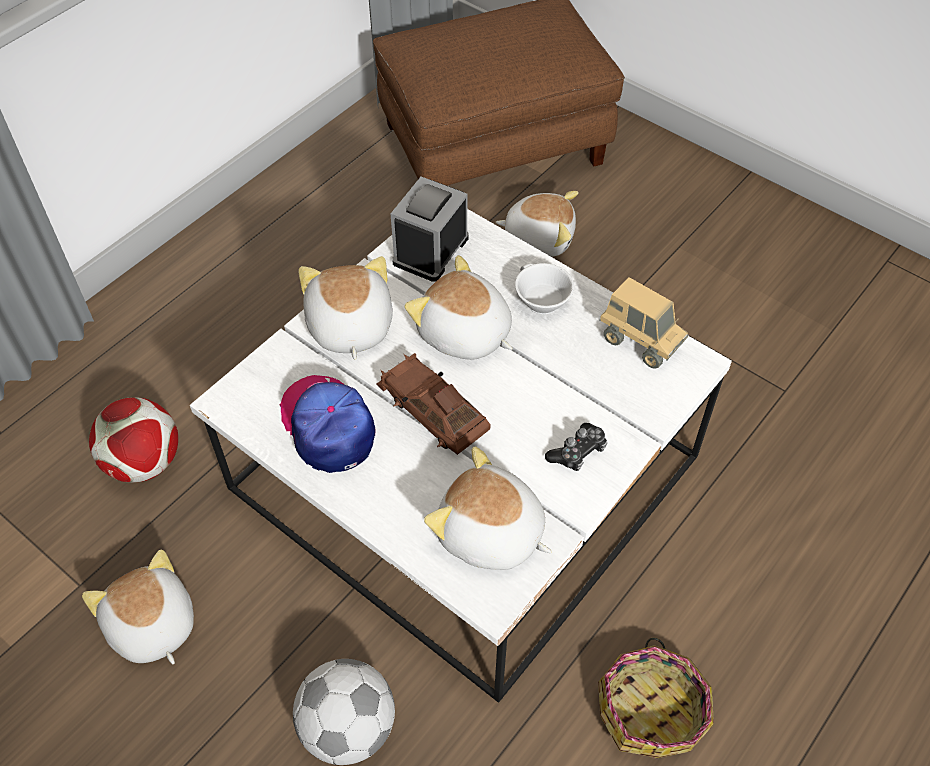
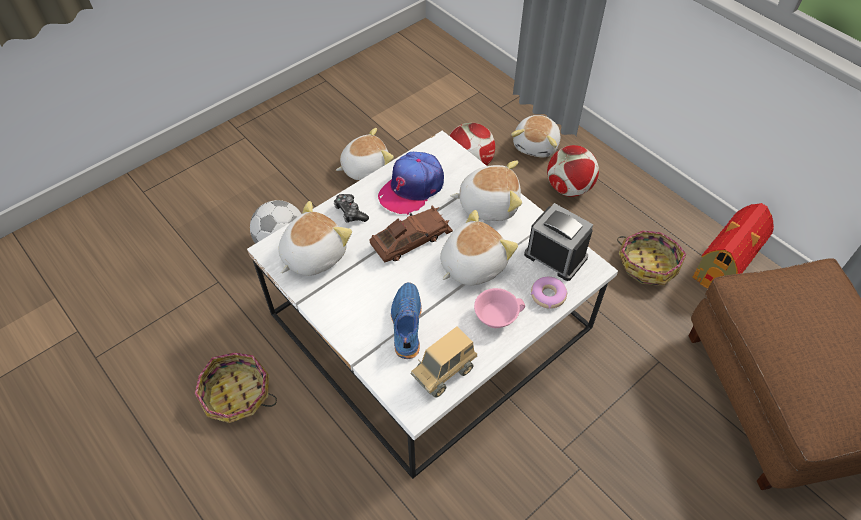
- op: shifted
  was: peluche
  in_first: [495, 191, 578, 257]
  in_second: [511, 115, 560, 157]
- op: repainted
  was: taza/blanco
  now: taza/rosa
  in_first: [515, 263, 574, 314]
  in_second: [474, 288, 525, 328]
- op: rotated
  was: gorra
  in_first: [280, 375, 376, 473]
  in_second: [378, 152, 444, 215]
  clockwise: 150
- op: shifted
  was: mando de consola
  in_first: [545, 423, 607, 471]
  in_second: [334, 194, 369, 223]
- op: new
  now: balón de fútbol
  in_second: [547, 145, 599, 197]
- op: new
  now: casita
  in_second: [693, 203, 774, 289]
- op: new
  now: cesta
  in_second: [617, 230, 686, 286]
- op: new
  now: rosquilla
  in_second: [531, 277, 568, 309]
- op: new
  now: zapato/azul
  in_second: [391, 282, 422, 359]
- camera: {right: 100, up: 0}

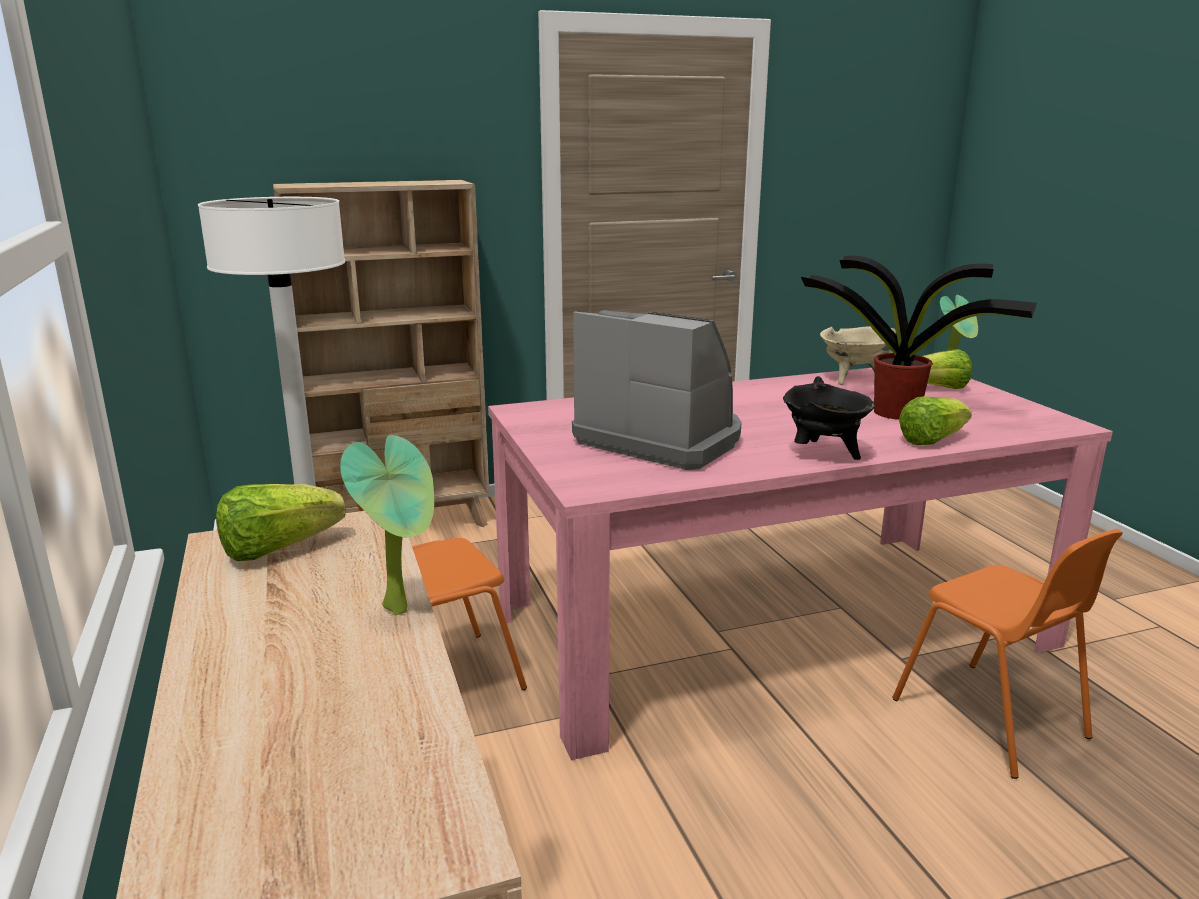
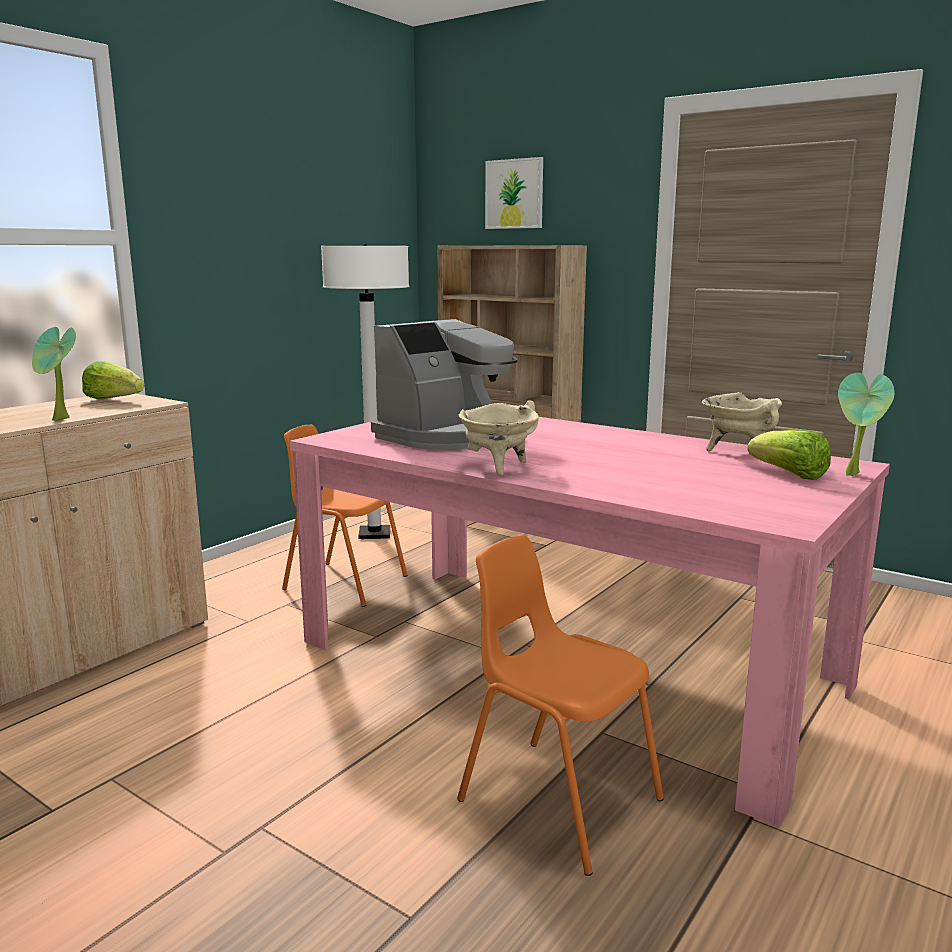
- op: gone
  was: planta en maceta
  in_first: [801, 255, 1037, 420]
- op: rotated
  was: cafetera
  in_first: [572, 310, 741, 470]
  in_second: [371, 319, 517, 450]
  clockwise: 45
- op: repainted
  was: olla/negro
  now: olla/beis
  in_first: [783, 376, 875, 460]
  in_second: [459, 400, 539, 476]
- op: gone
  was: lechuga
  in_first: [899, 396, 972, 445]
- op: rotated
  was: silla/naranja
  in_first: [892, 529, 1123, 779]
  in_second: [457, 535, 664, 876]
  clockwise: 105
- op: new
  now: cuadro
  in_second: [485, 157, 543, 229]
- camera: {right: 55, up: -5}

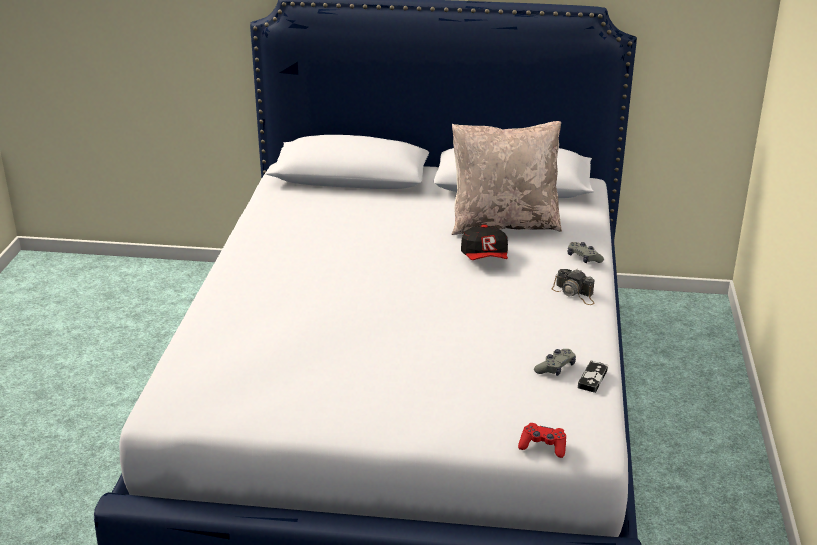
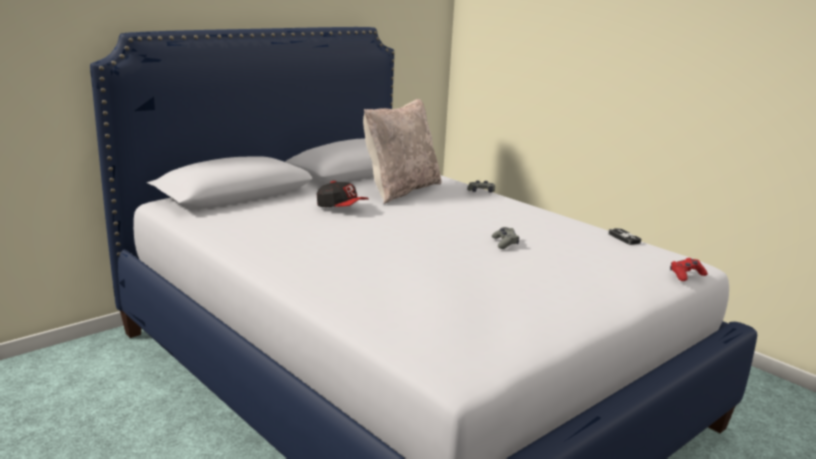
- op: shifted
  was: gorra
  in_first: [461, 225, 508, 260]
  in_second: [317, 181, 369, 207]
- op: gone
  was: cámara
  in_first: [552, 269, 594, 305]
- op: shifted
  was: mando de consola/gris
  in_first: [534, 349, 576, 376]
  in_second: [492, 227, 519, 249]
- camera: {right: -50, up: -10}

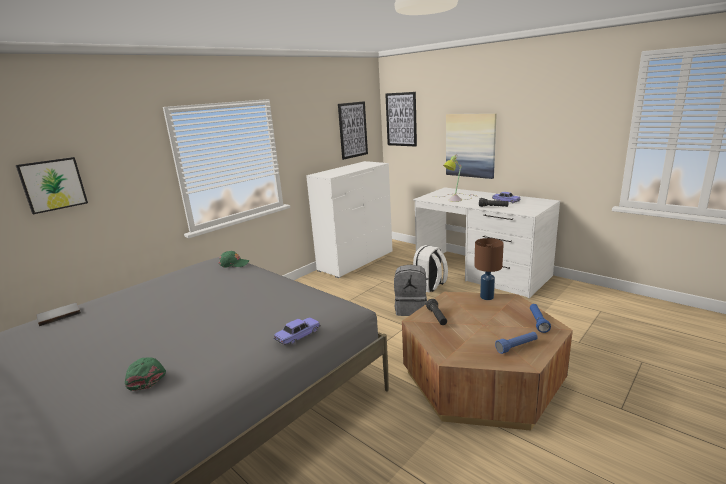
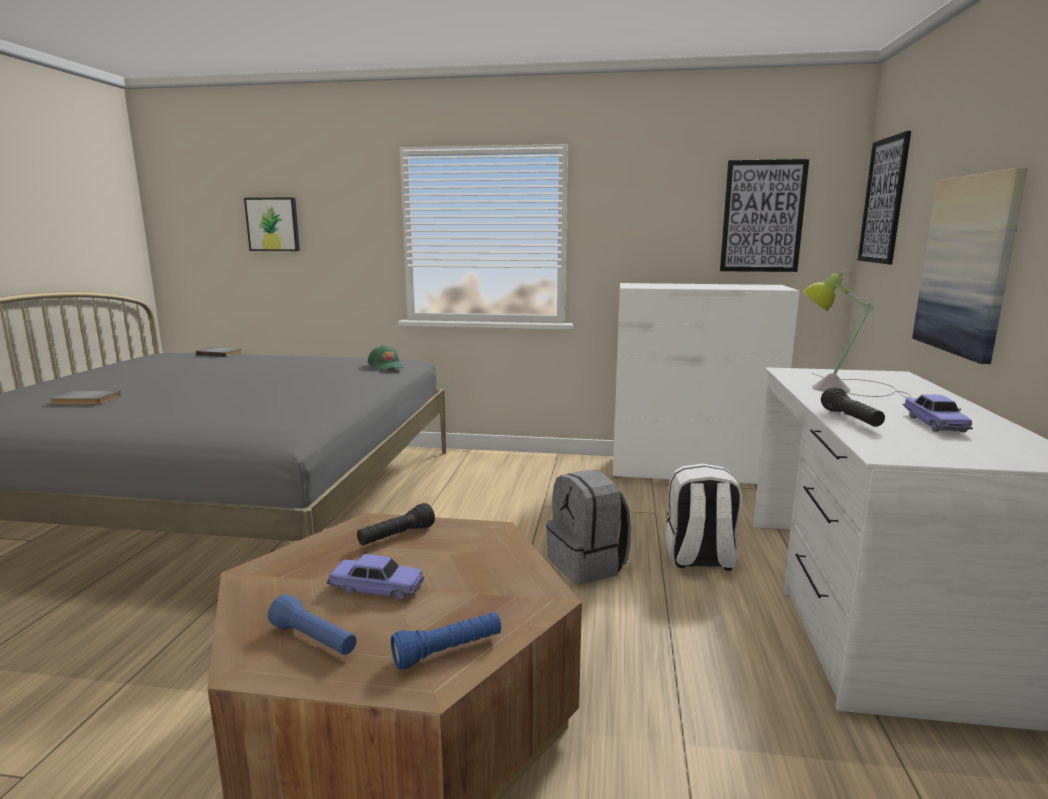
- op: gone
  was: lámpara de mesa/marrón
  in_first: [474, 238, 504, 300]
- op: shifted
  was: coche de juguete
  in_first: [273, 317, 321, 345]
  in_second: [326, 554, 424, 600]
- op: swapped
  was: gorra/verde
  now: libro/gris
  in_first: [125, 357, 166, 391]
  in_second: [50, 391, 121, 405]
- camera: {right: 55, up: -5}

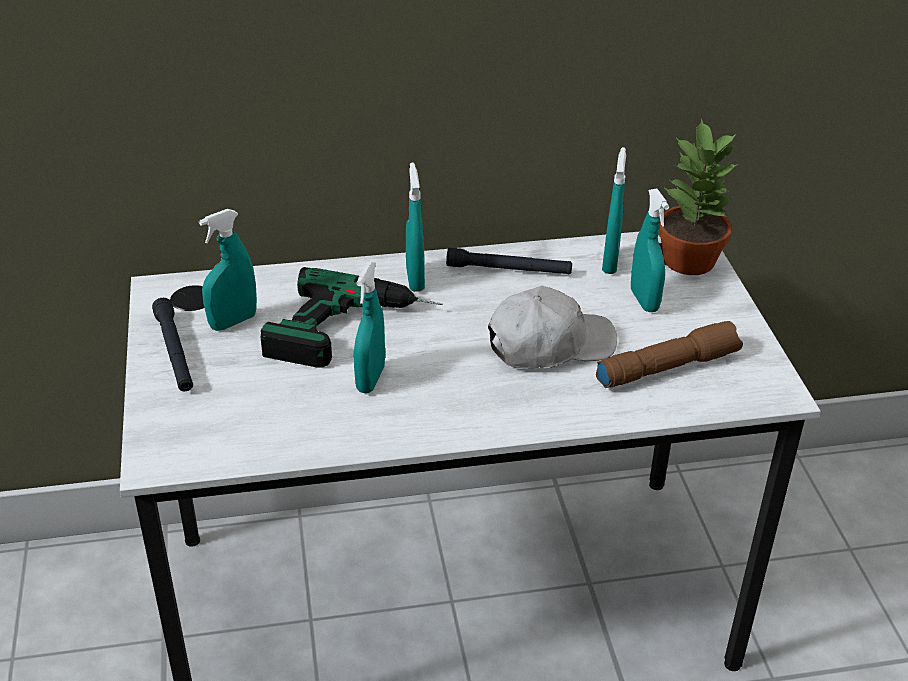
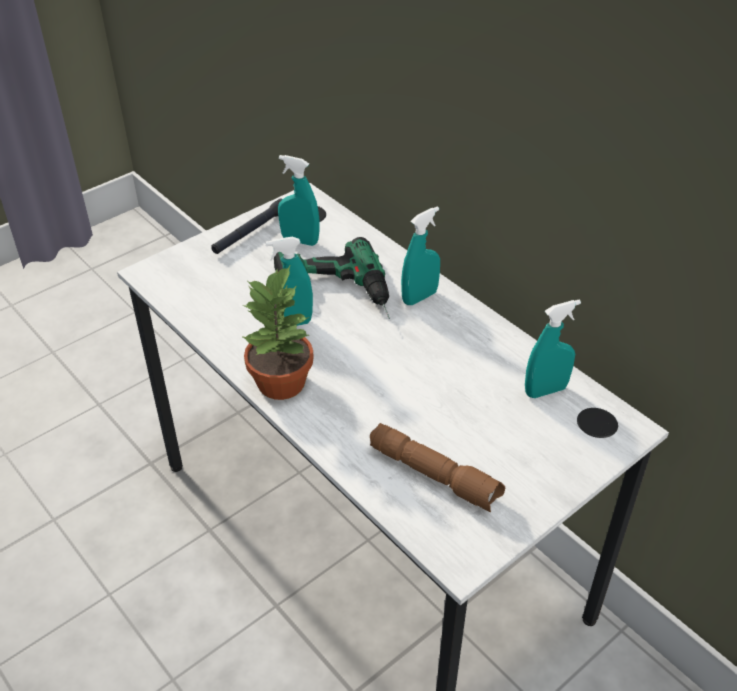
- op: shifted
  was: planta en maceta
  in_first: [658, 118, 738, 275]
  in_second: [241, 266, 314, 400]
- op: gone
  was: pulverizador/turquesa
  in_first: [631, 188, 669, 312]
- op: gone
  was: linterna/negro
  in_first: [446, 248, 572, 274]
- op: gone
  was: gorra/blanco
  in_first: [488, 286, 617, 368]
- camera: {right: 60, up: 5}

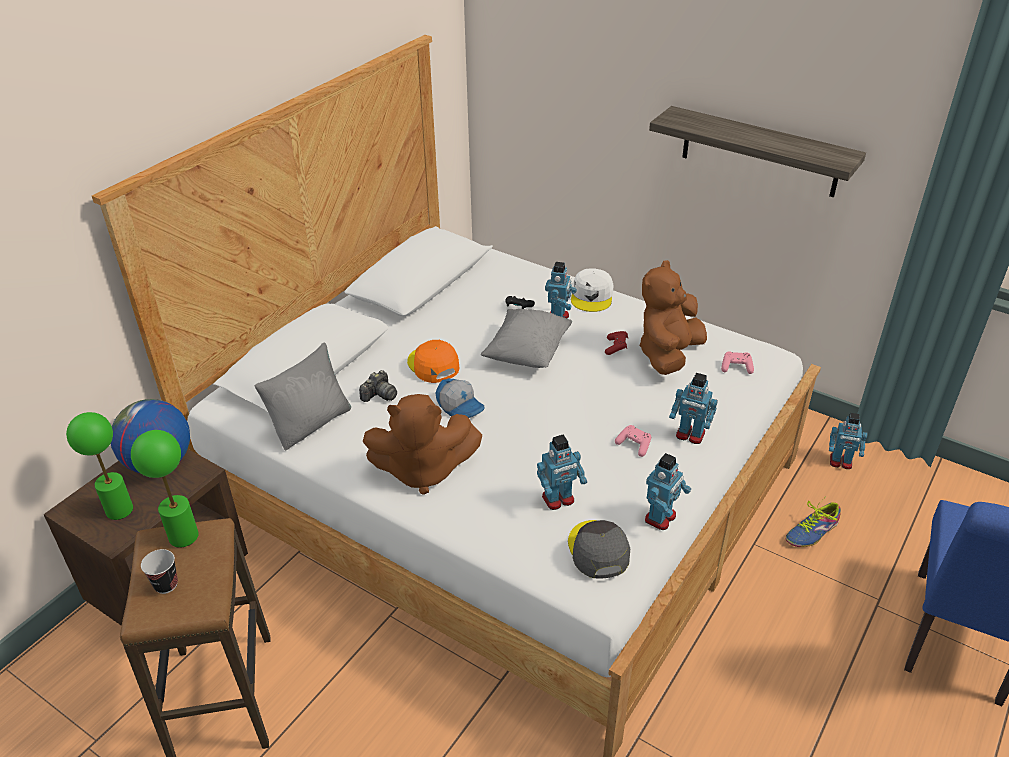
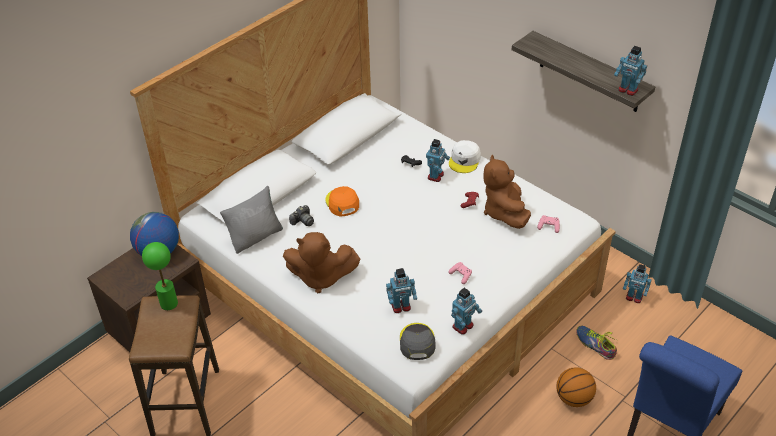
- op: rotated
  was: peluche/marrón
  in_first: [639, 260, 707, 375]
  in_second: [483, 154, 531, 229]
  clockwise: -45
- op: gone
  was: cojín/gris
  in_first: [481, 309, 572, 368]
- op: shifted
  was: robot de juguete
  in_first: [669, 373, 718, 444]
  in_second: [614, 46, 647, 96]
- op: gone
  was: gorra
  in_first: [435, 378, 484, 418]
- op: gone
  was: lámpara de mesa/verde
  in_first: [66, 412, 133, 520]
- op: rotated
  was: zapato
  in_first: [785, 496, 841, 547]
  in_second: [576, 326, 618, 360]
  clockwise: 75
- op: gone
  was: taza
  in_first: [141, 549, 178, 594]
- op: new
  now: balón de baloncesto
  in_second: [556, 367, 596, 407]
- camera: {right: 10, up: 5}

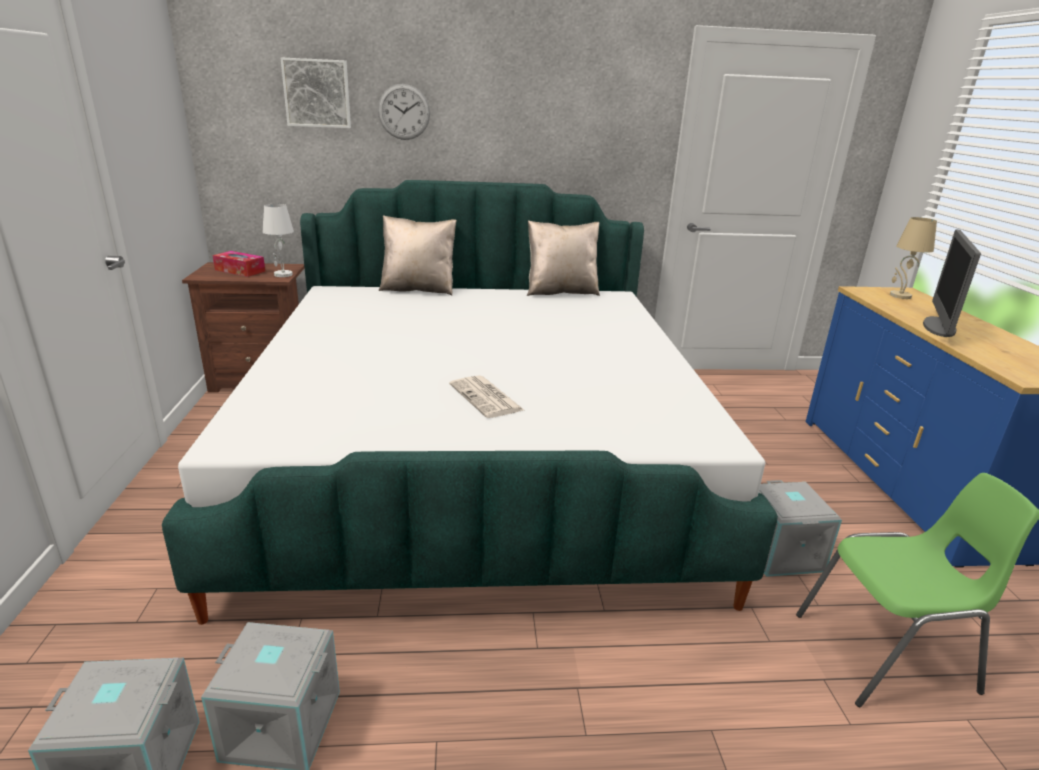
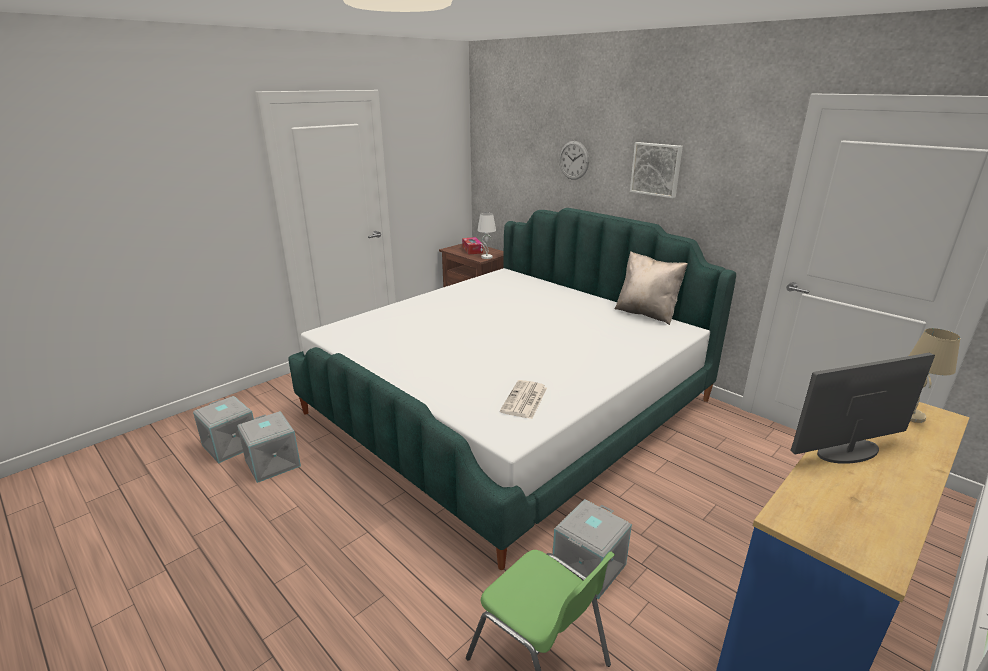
- op: shifted
  was: cuadro
  in_first: [280, 57, 351, 128]
  in_second: [630, 142, 683, 198]
- op: gone
  was: cojín/beis
  in_first: [379, 215, 457, 296]
- op: shifted
  was: periódico
  in_first: [449, 375, 524, 418]
  in_second: [500, 380, 547, 419]
- camera: {right: 50, up: 0}

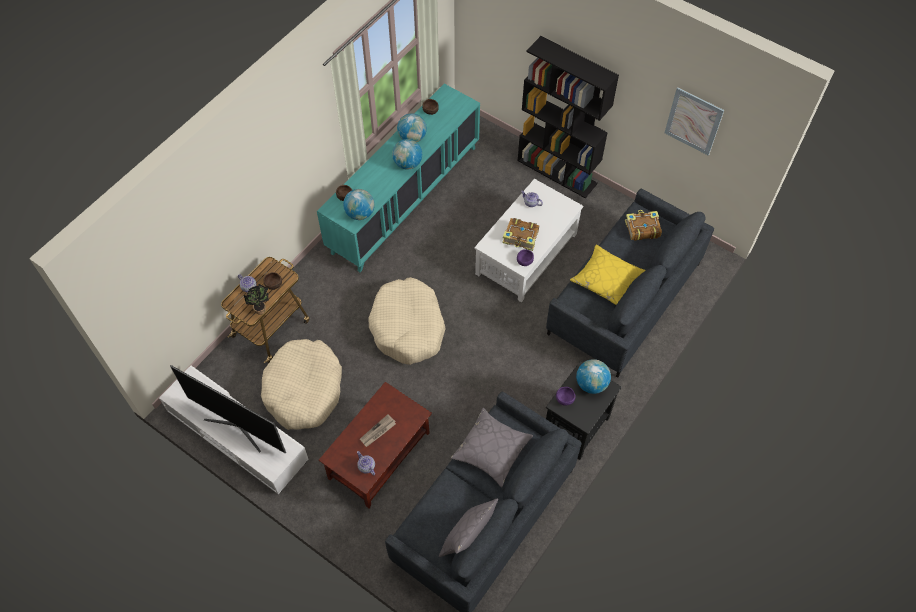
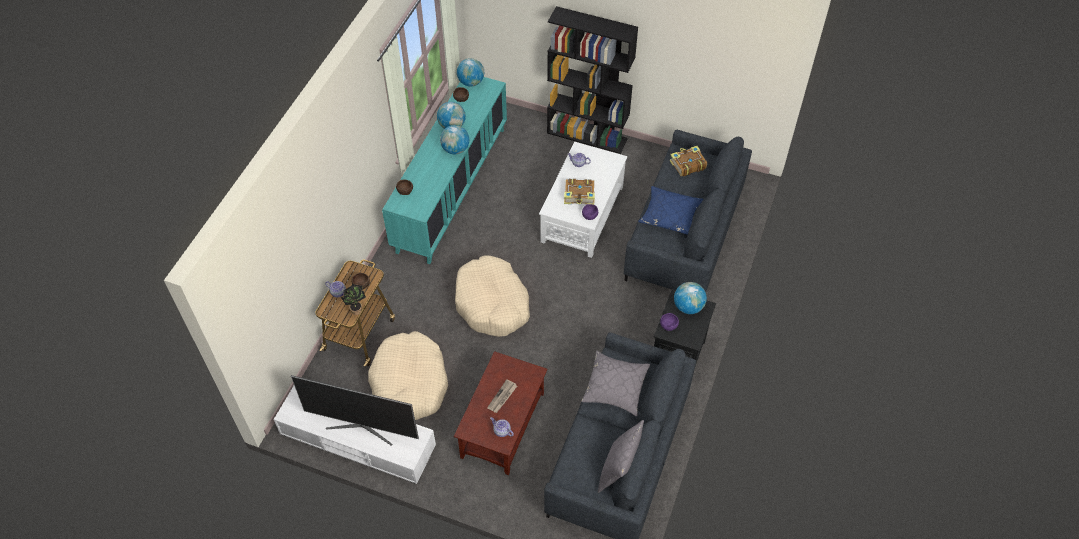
- op: gone
  was: cuadro
  in_first: [665, 87, 724, 155]
- op: shifted
  was: globo terráqueo
  in_first: [343, 189, 375, 220]
  in_second: [457, 58, 484, 87]
- op: repainted
  was: cojín/amarillo
  now: cojín/azul
  in_first: [570, 244, 646, 305]
  in_second: [638, 186, 704, 235]
- camera: {right: -15, up: -5}

